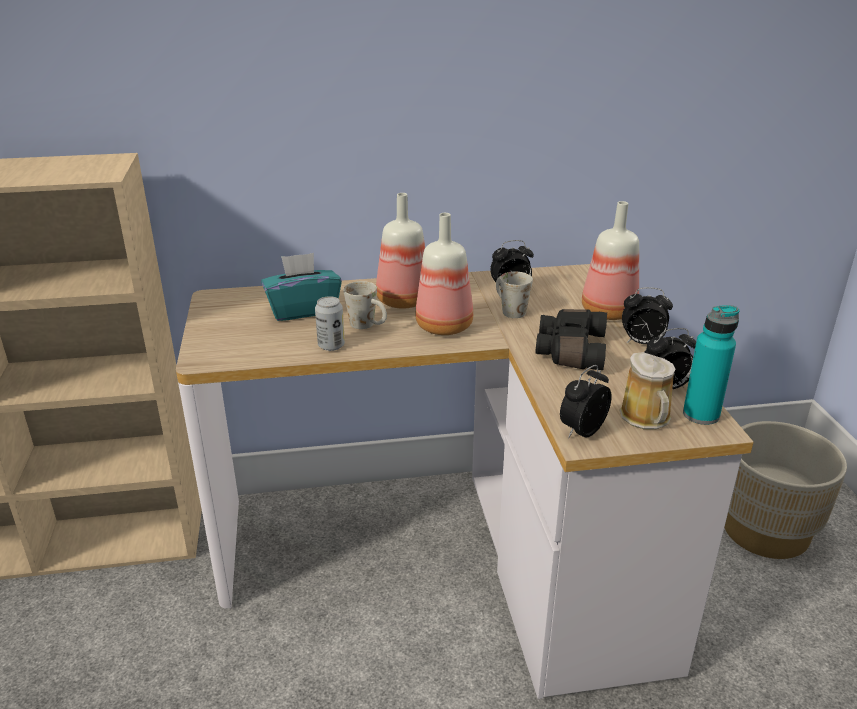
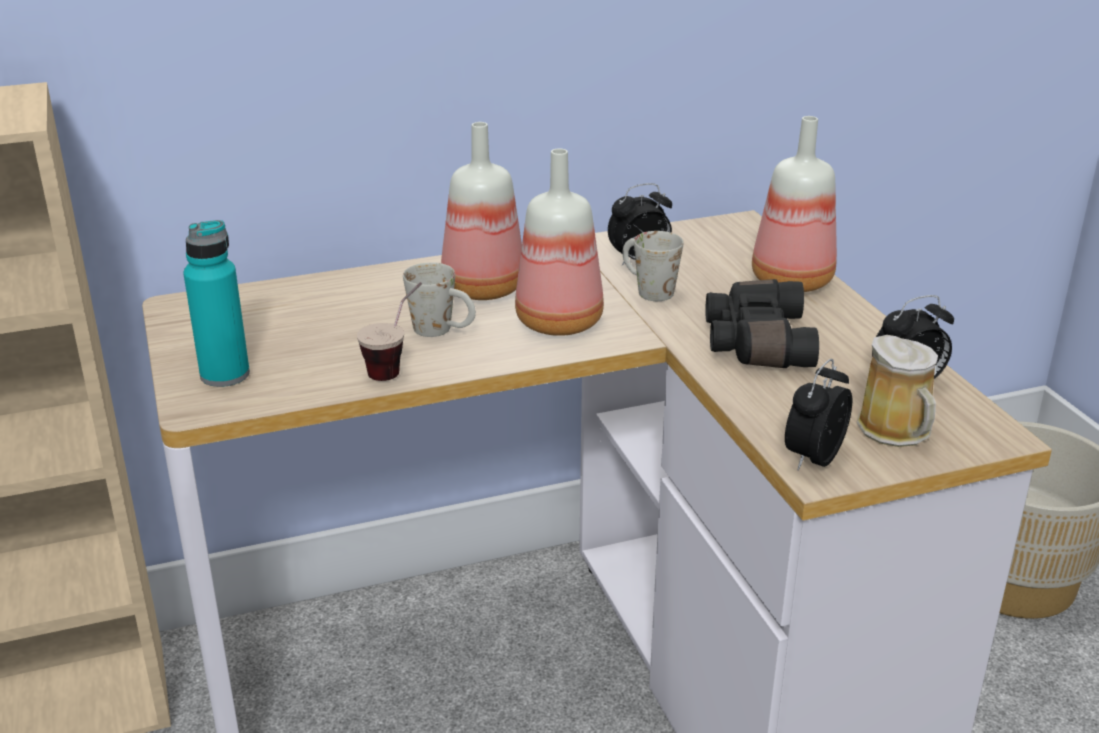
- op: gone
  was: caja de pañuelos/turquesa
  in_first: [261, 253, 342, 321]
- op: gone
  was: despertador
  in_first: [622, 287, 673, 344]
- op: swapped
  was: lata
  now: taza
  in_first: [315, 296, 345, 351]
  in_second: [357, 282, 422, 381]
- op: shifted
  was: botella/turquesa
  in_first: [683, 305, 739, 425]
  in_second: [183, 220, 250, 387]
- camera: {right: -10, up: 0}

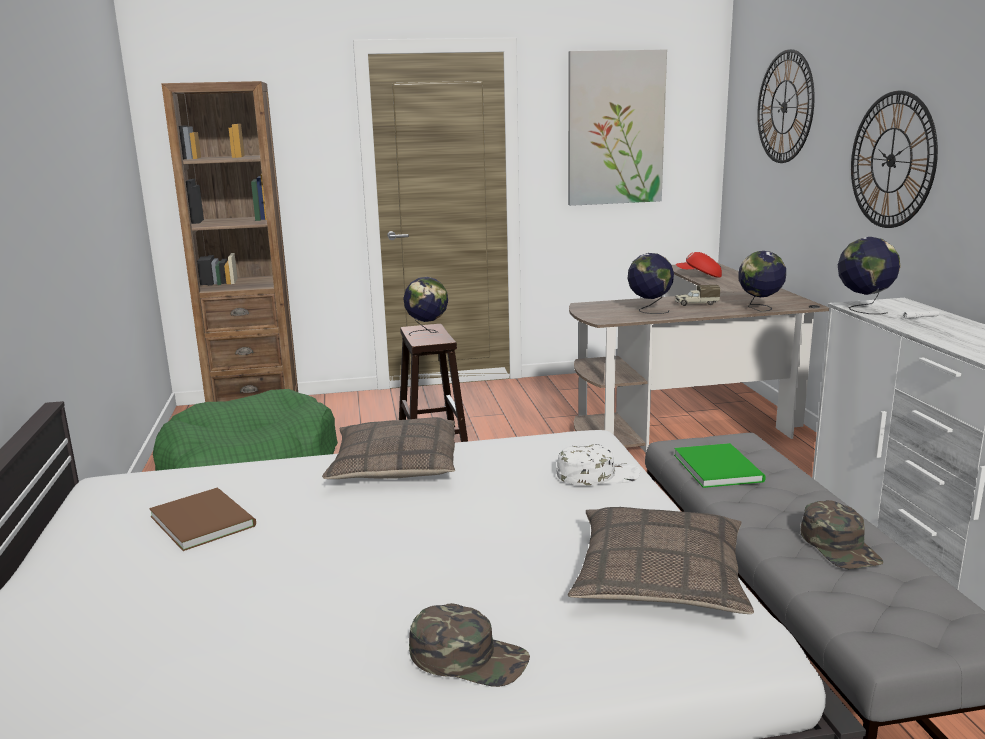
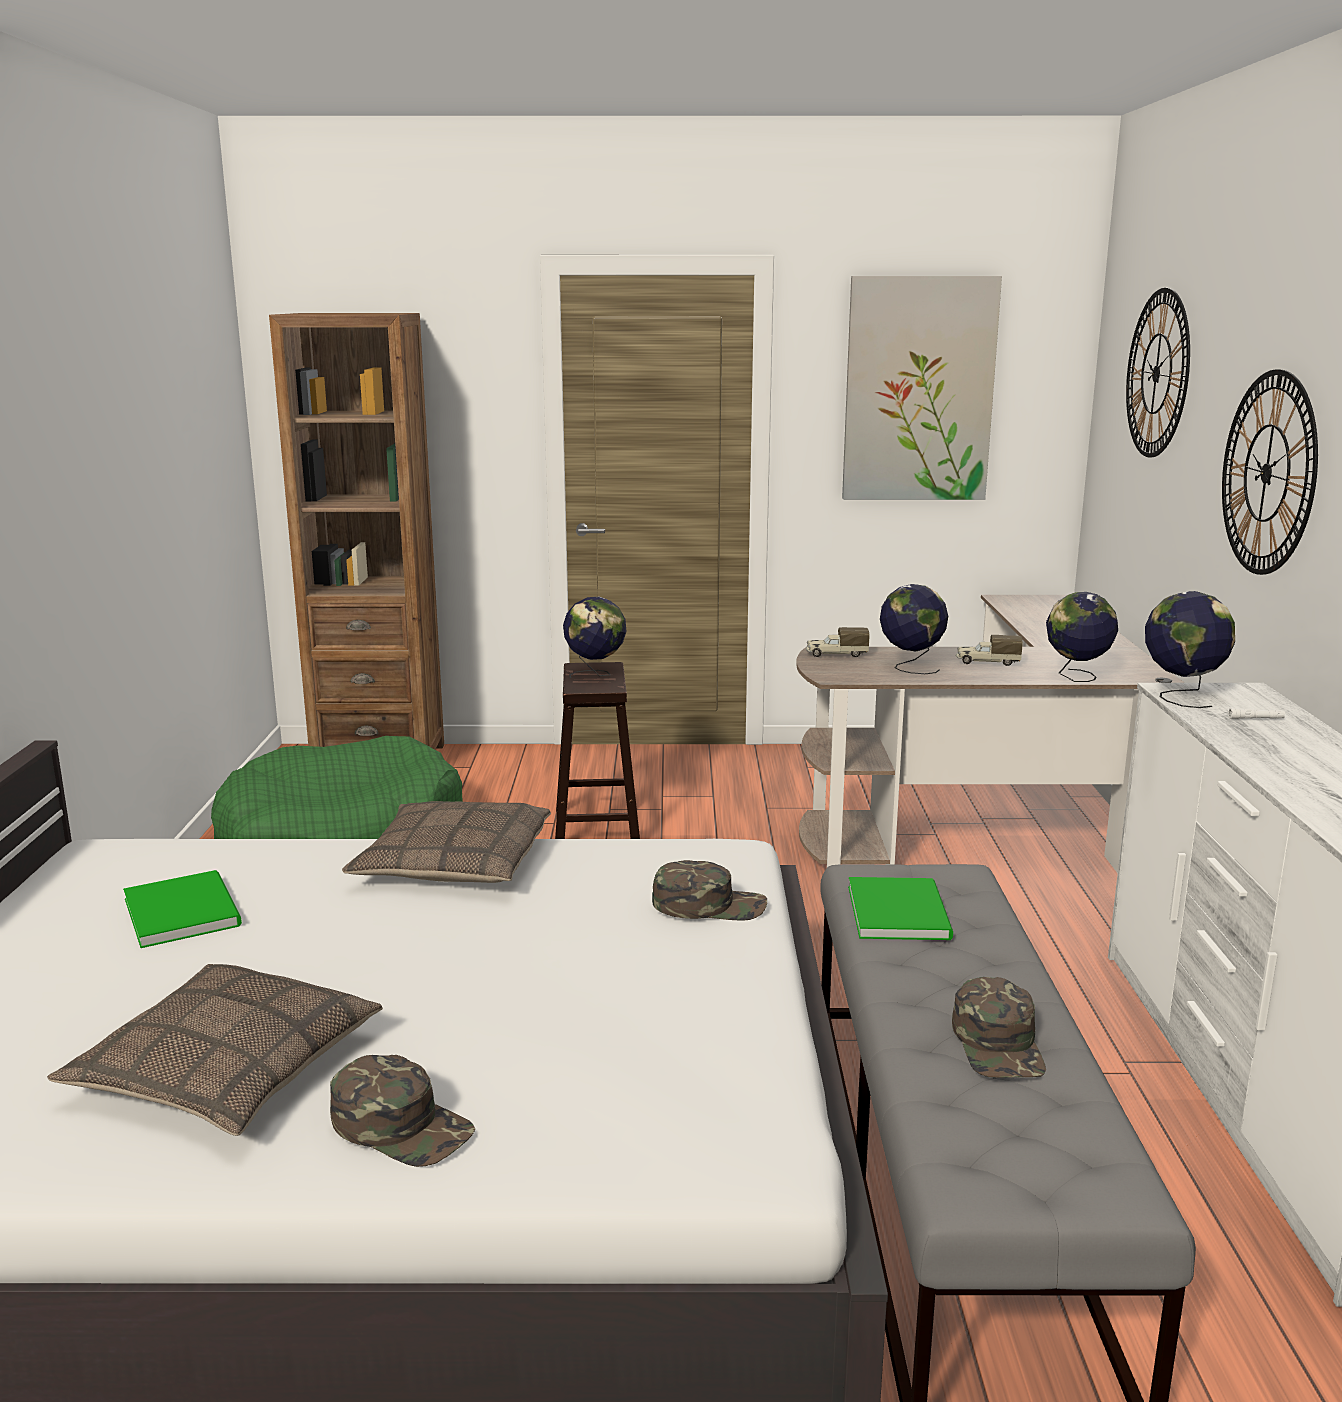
- op: gone
  was: gorra/rojo
  in_first: [676, 252, 722, 278]
- op: repainted
  was: gorra/blanco
  now: gorra/verde
  in_first: [557, 444, 640, 485]
  in_second: [652, 860, 767, 921]
- op: repainted
  was: libro/marrón
  now: libro/verde
  in_first: [149, 487, 256, 551]
  in_second: [123, 870, 242, 948]
- op: shifted
  was: cojín
  in_first: [568, 507, 754, 614]
  in_second: [47, 964, 383, 1136]
- op: new
  now: camión de juguete
  in_second: [806, 627, 869, 657]
- camera: {right: 10, up: 0}

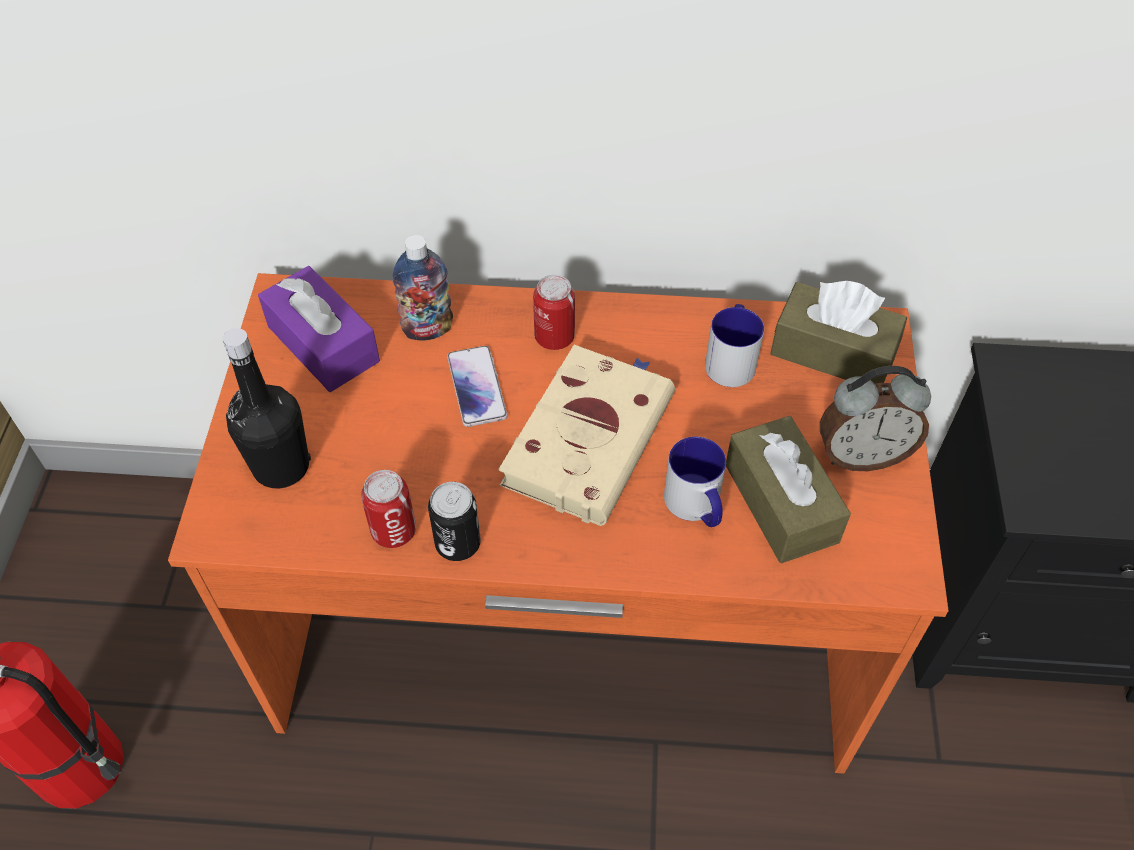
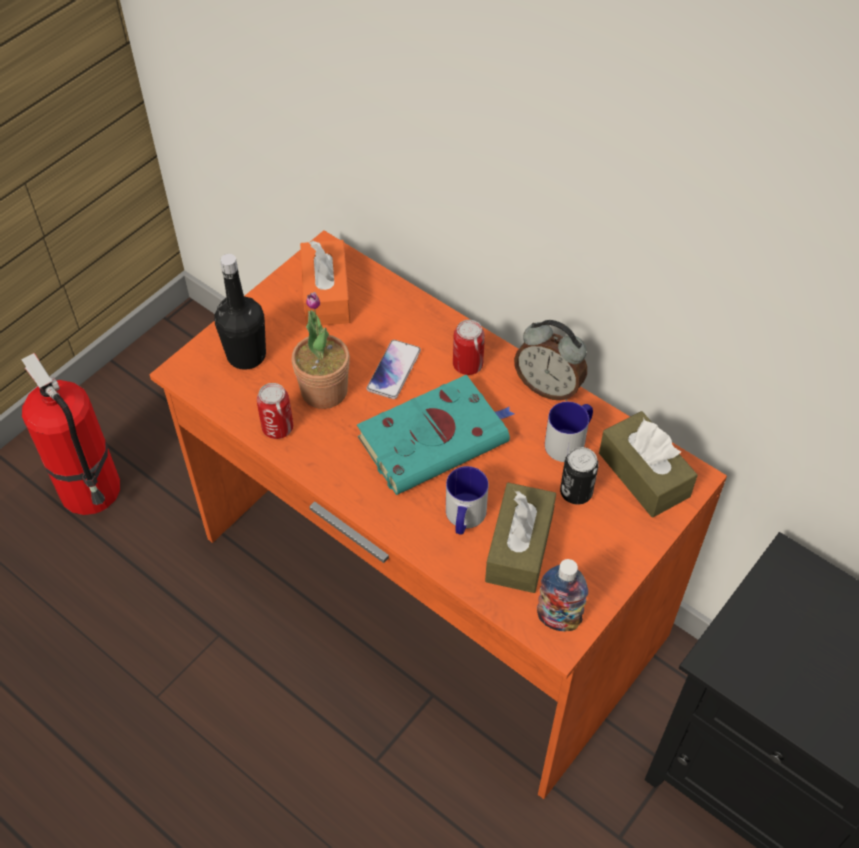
- op: shifted
  was: botella
  in_first: [392, 235, 453, 341]
  in_second: [537, 559, 588, 631]
- op: repainted
  was: caja de pañuelos/morado
  now: caja de pañuelos/naranja
  in_first: [258, 266, 380, 392]
  in_second: [300, 240, 350, 325]
- op: repainted
  was: libro/beis
  now: libro/turquesa
  in_first: [498, 345, 675, 526]
  in_second: [357, 375, 515, 495]
- op: shifted
  was: despertador
  in_first: [820, 366, 931, 471]
  in_second: [514, 320, 587, 401]
- op: shifted
  was: lata
  in_first: [428, 482, 481, 561]
  in_second: [560, 447, 599, 505]
- op: new
  now: planta en maceta
  in_second: [292, 292, 350, 409]
- camera: {right: 35, up: 0}

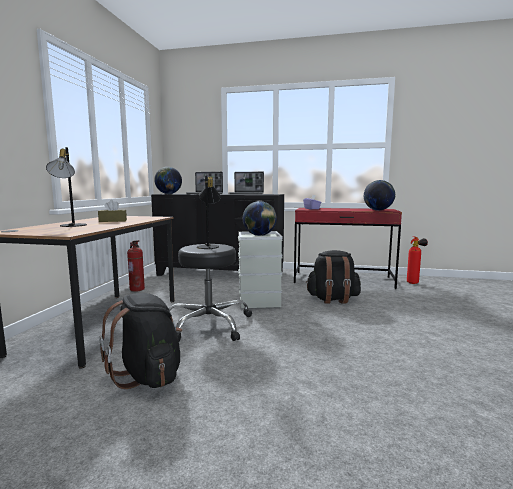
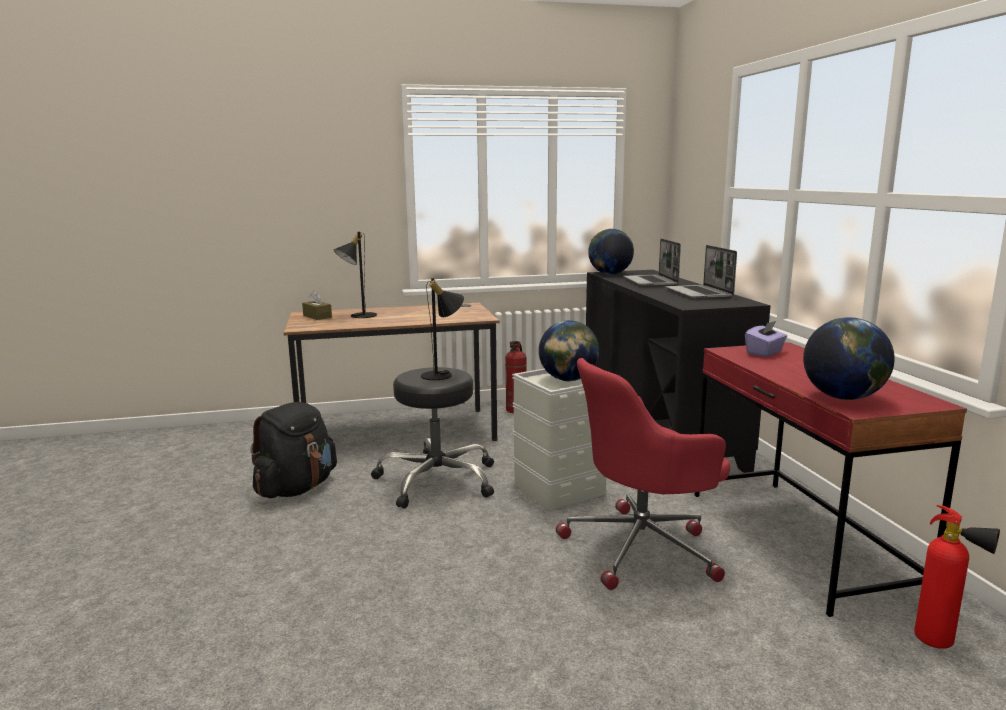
- op: shifted
  was: caja de pañuelos/marrón
  in_first: [98, 200, 127, 222]
  in_second: [302, 291, 332, 320]
- op: swapped
  was: mochila/negro
  now: silla de oficina/rojo
  in_first: [306, 250, 361, 304]
  in_second: [556, 358, 730, 590]
- camera: {right: 65, up: 5}

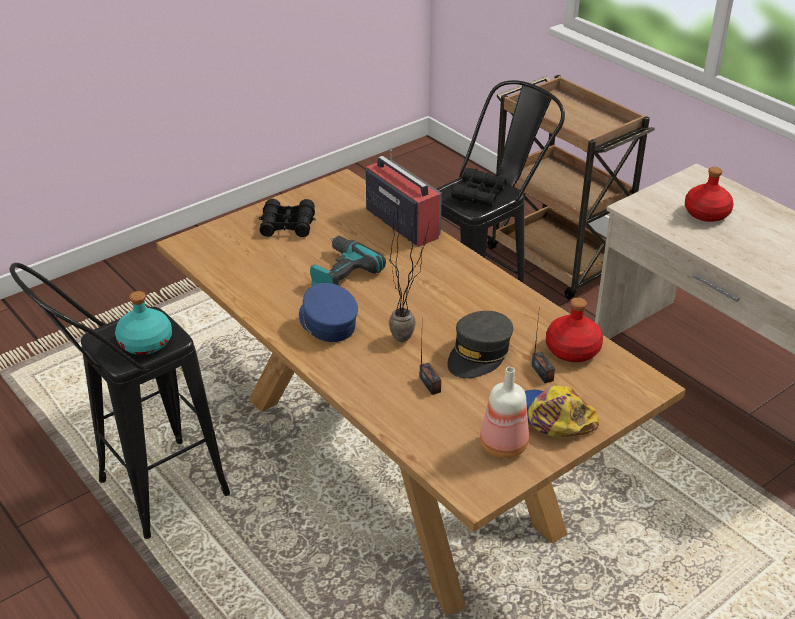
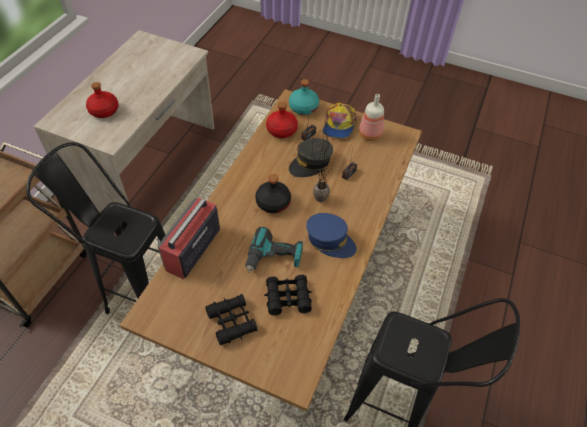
- op: shifted
  was: prismáticos/negro
  in_first: [452, 168, 506, 208]
  in_second: [264, 275, 312, 315]
- op: rotated
  was: gorra/azul
  in_first: [299, 283, 358, 342]
  in_second: [306, 213, 357, 258]
  clockwise: -90
- op: shifted
  was: botella/turquesa
  in_first: [115, 291, 172, 355]
  in_second: [289, 79, 319, 115]
- op: rotated
  was: gorra/gris
  in_first: [447, 311, 513, 379]
  in_second: [289, 138, 333, 177]
  clockwise: 135
- op: new
  now: botella/negro
  in_second: [255, 174, 291, 213]
- camera: {right: -120, up: 15}

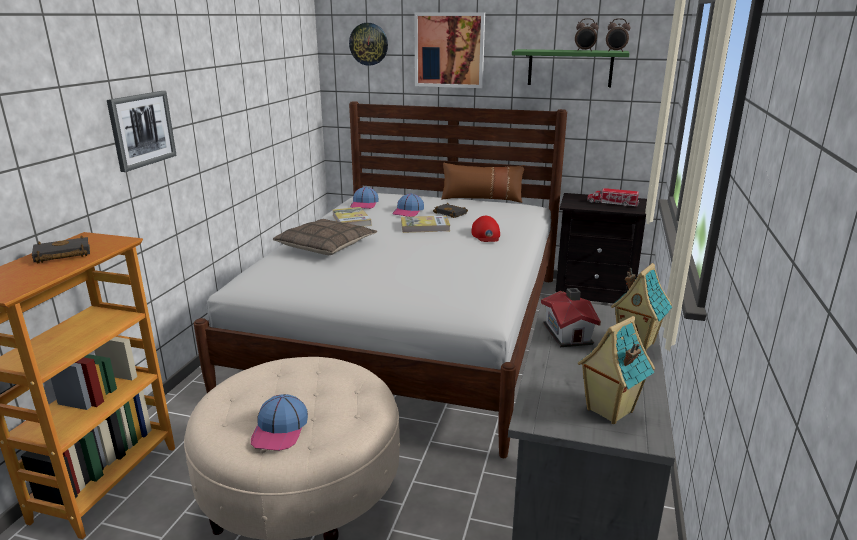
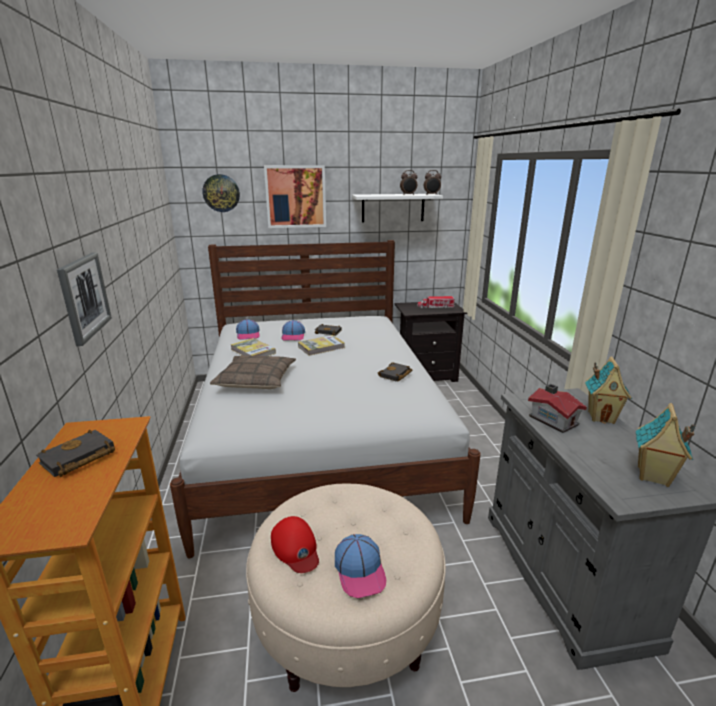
- op: repainted
  was: estante/verde
  now: estante/blanco
  in_first: [512, 49, 630, 87]
  in_second: [352, 194, 443, 223]
- op: gone
  was: cojín/marrón
  in_first: [441, 163, 525, 203]
- op: shifted
  was: gorra/rojo
  in_first: [471, 216, 500, 242]
  in_second: [271, 516, 319, 573]
- op: new
  now: libro/negro
  in_second: [378, 362, 412, 381]
- camera: {right: -25, up: 0}

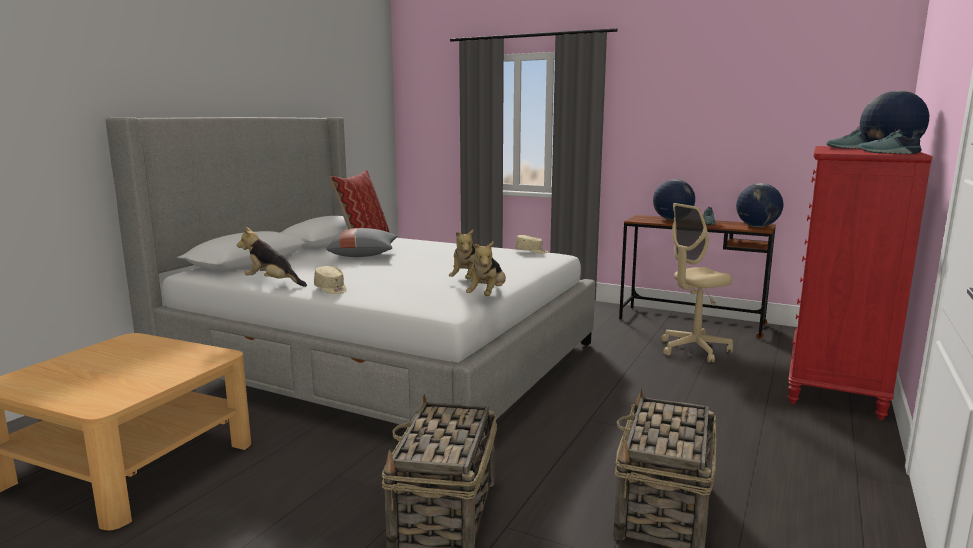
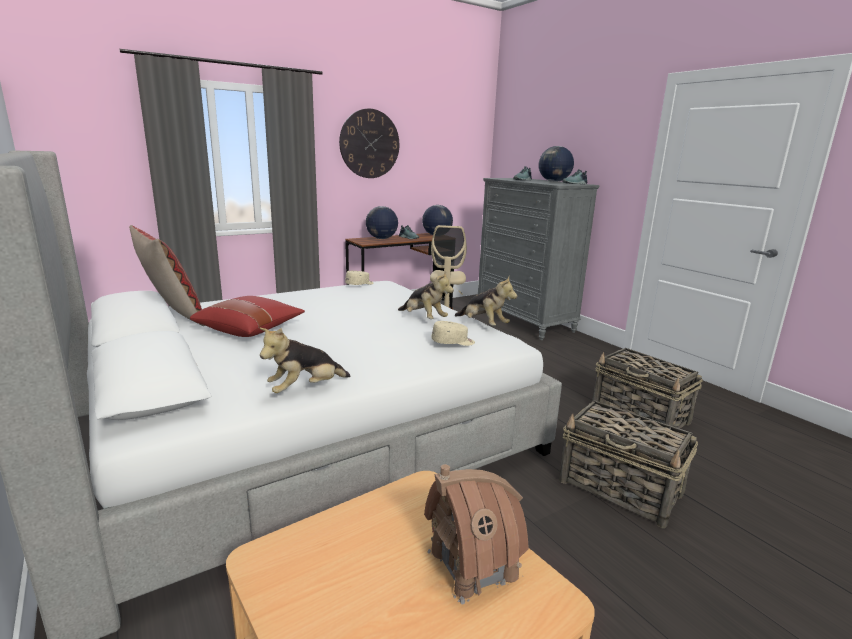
- op: repainted
  was: cómoda/rojo
  now: cómoda/gris
  in_first: [788, 146, 933, 420]
  in_second: [478, 178, 600, 340]
- op: repainted
  was: cojín/gris
  now: cojín/rojo
  in_first: [326, 228, 398, 257]
  in_second: [190, 296, 305, 337]
- op: shifted
  was: gorra/beis
  in_first: [314, 266, 347, 294]
  in_second: [431, 321, 475, 346]
- op: new
  now: reloj de pared
  in_second: [339, 109, 399, 178]
- op: new
  now: casita
  in_second: [424, 464, 529, 604]
- camera: {right: -60, up: 5}

